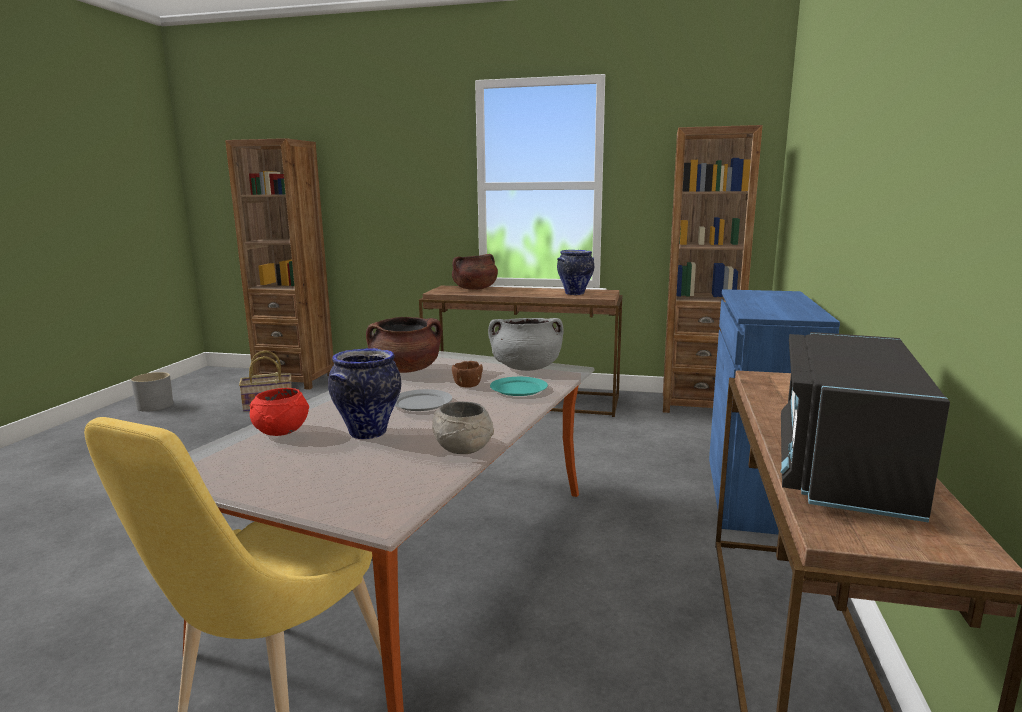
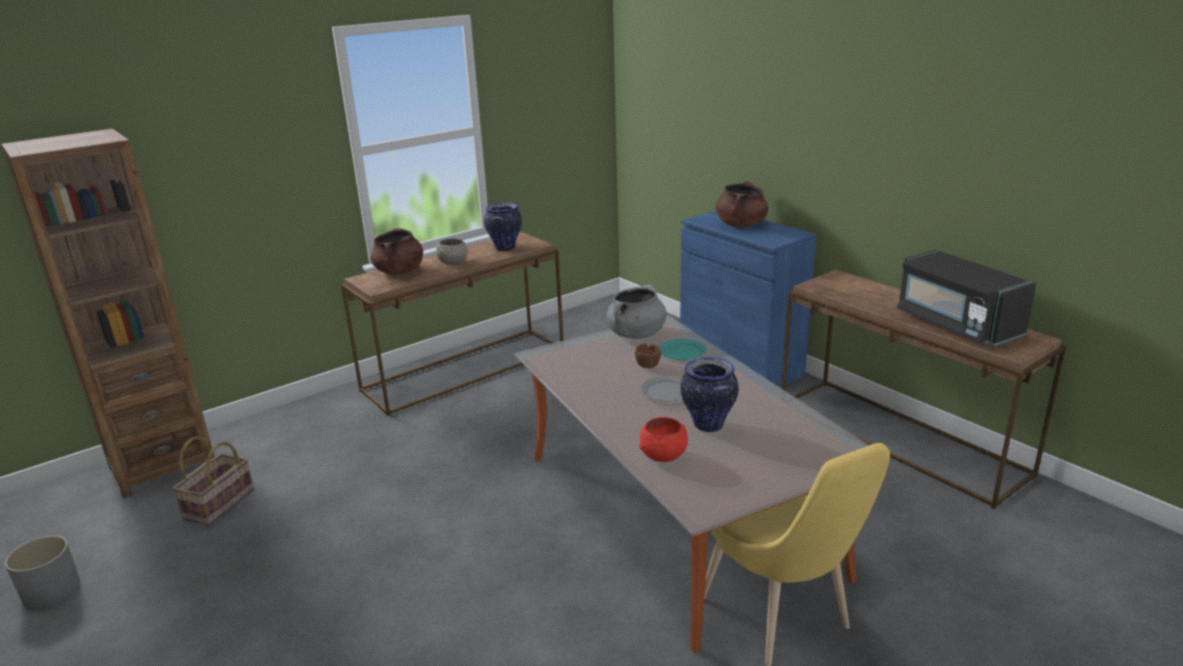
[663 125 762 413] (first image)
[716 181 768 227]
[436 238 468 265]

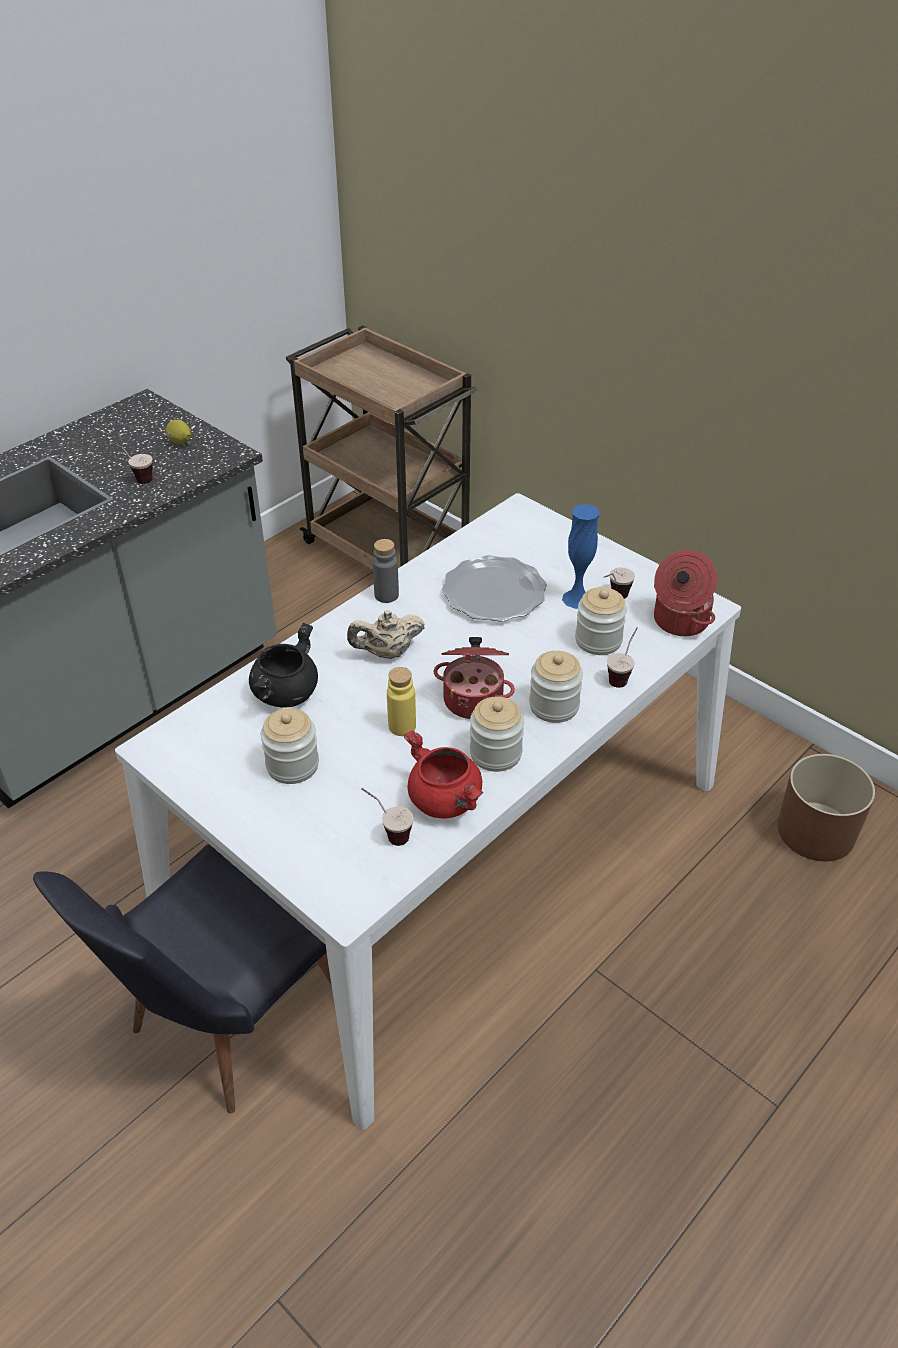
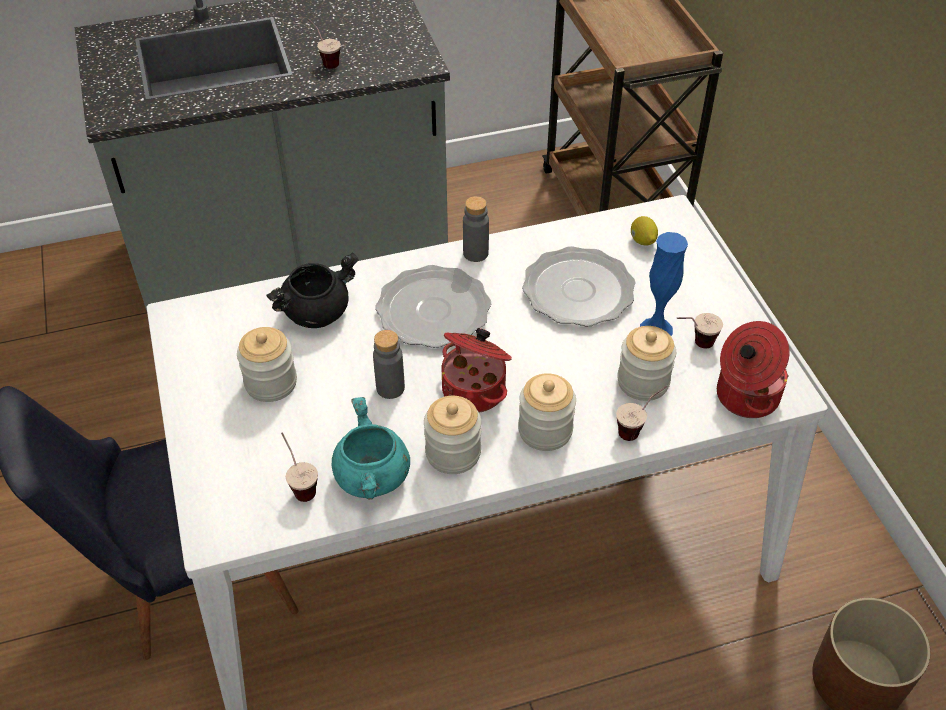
[631 216 658 245]
[375 265 491 348]
[373 330 405 399]
[332 397 410 500]

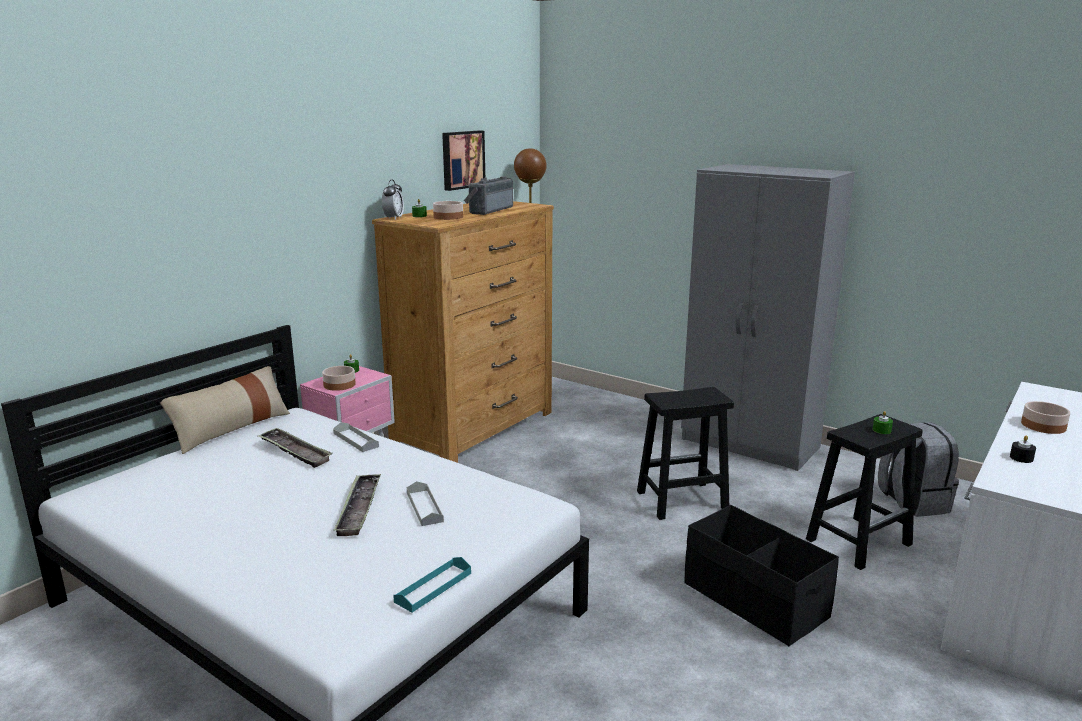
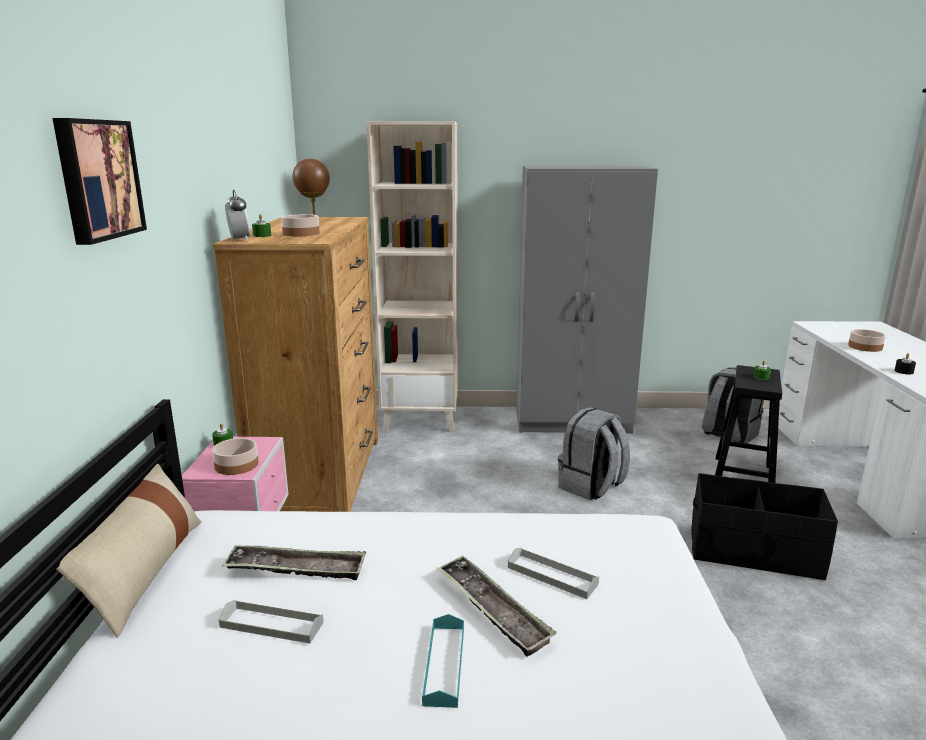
[52 118 147 245]
[464 176 513 215] (first image)
[558 407 630 500]
[219 600 324 644]
[422 614 464 708]
[366 121 458 432]

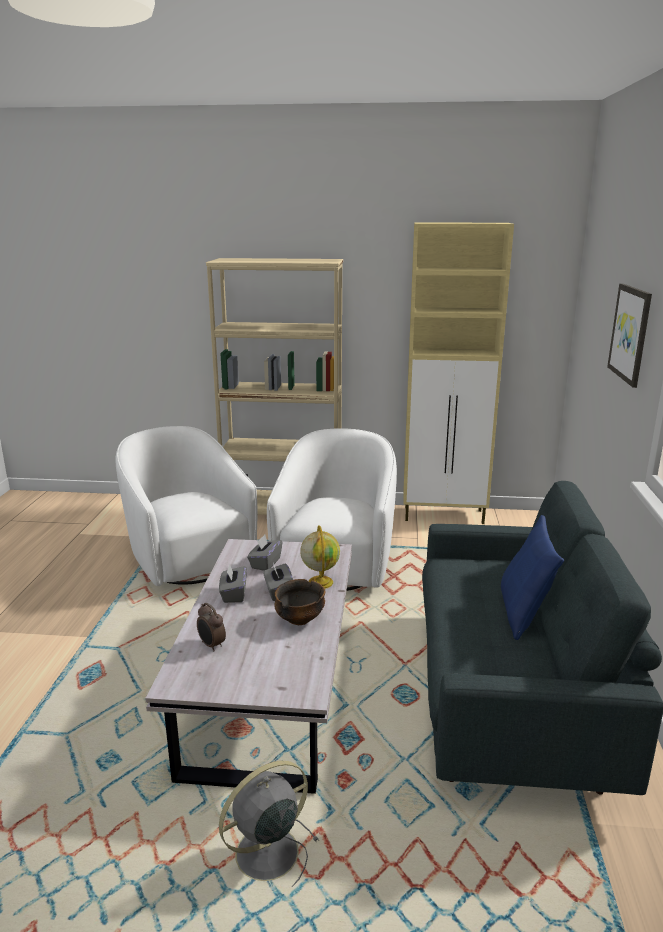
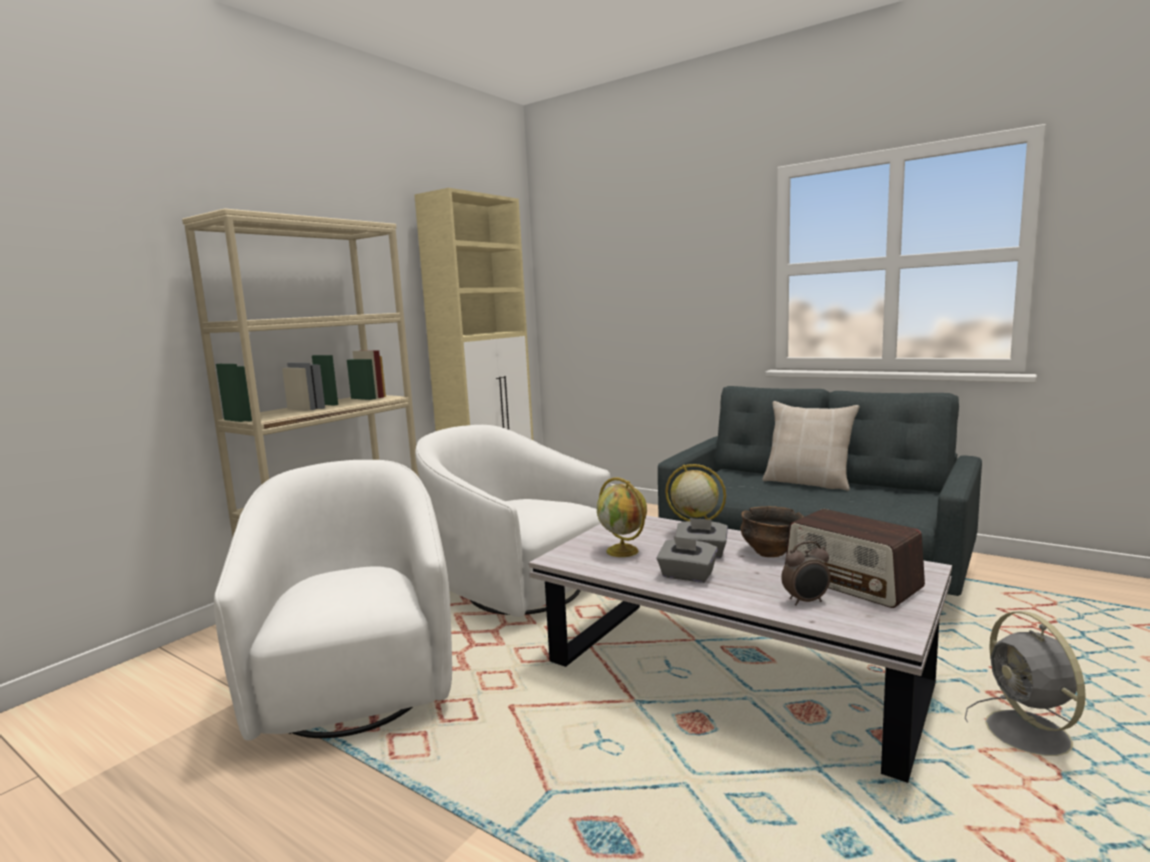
[607 283 652 388] (first image)
[214 460 452 741]
[762 401 859 491]
[597 477 647 557]
[785 509 925 608]

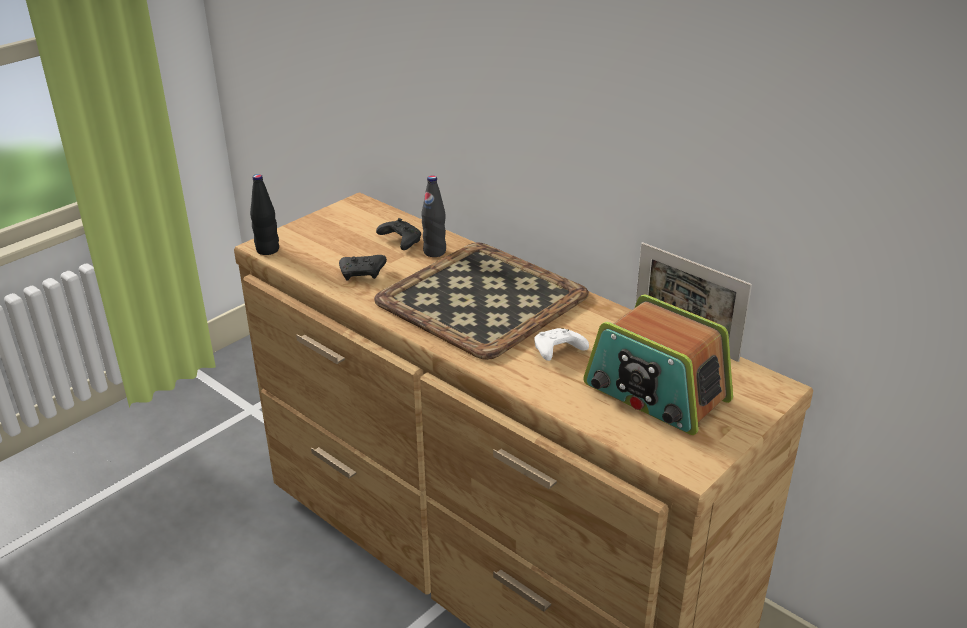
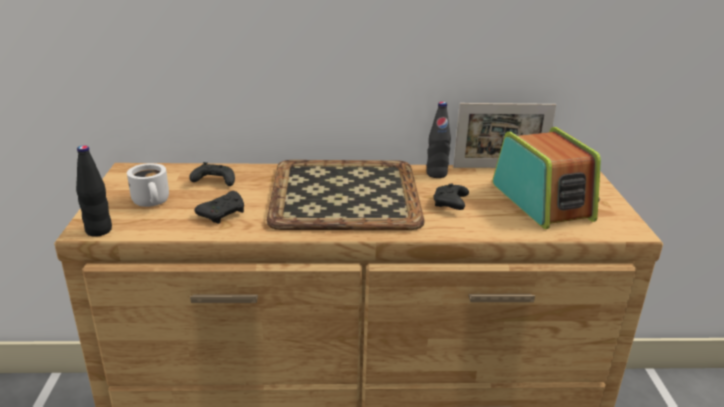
[426 102 451 178]
[493 127 601 229]
[433 183 469 210]
[127 163 169 207]

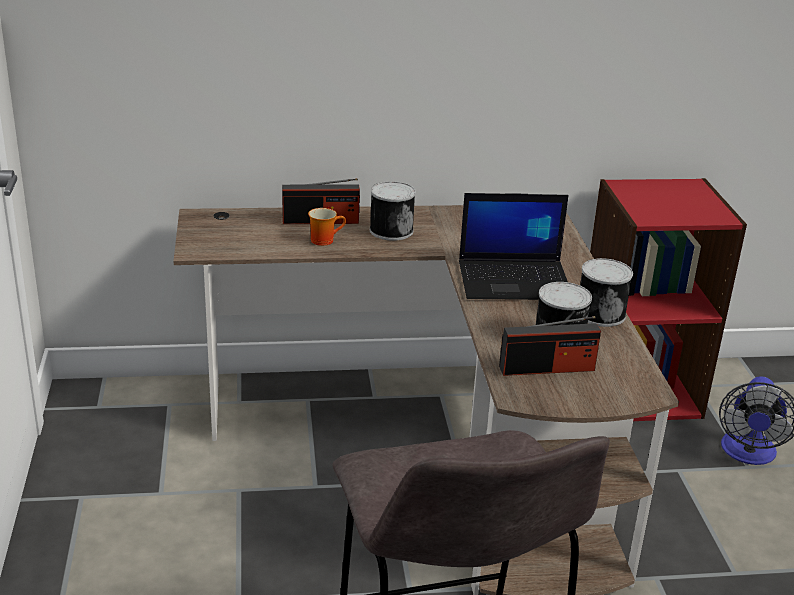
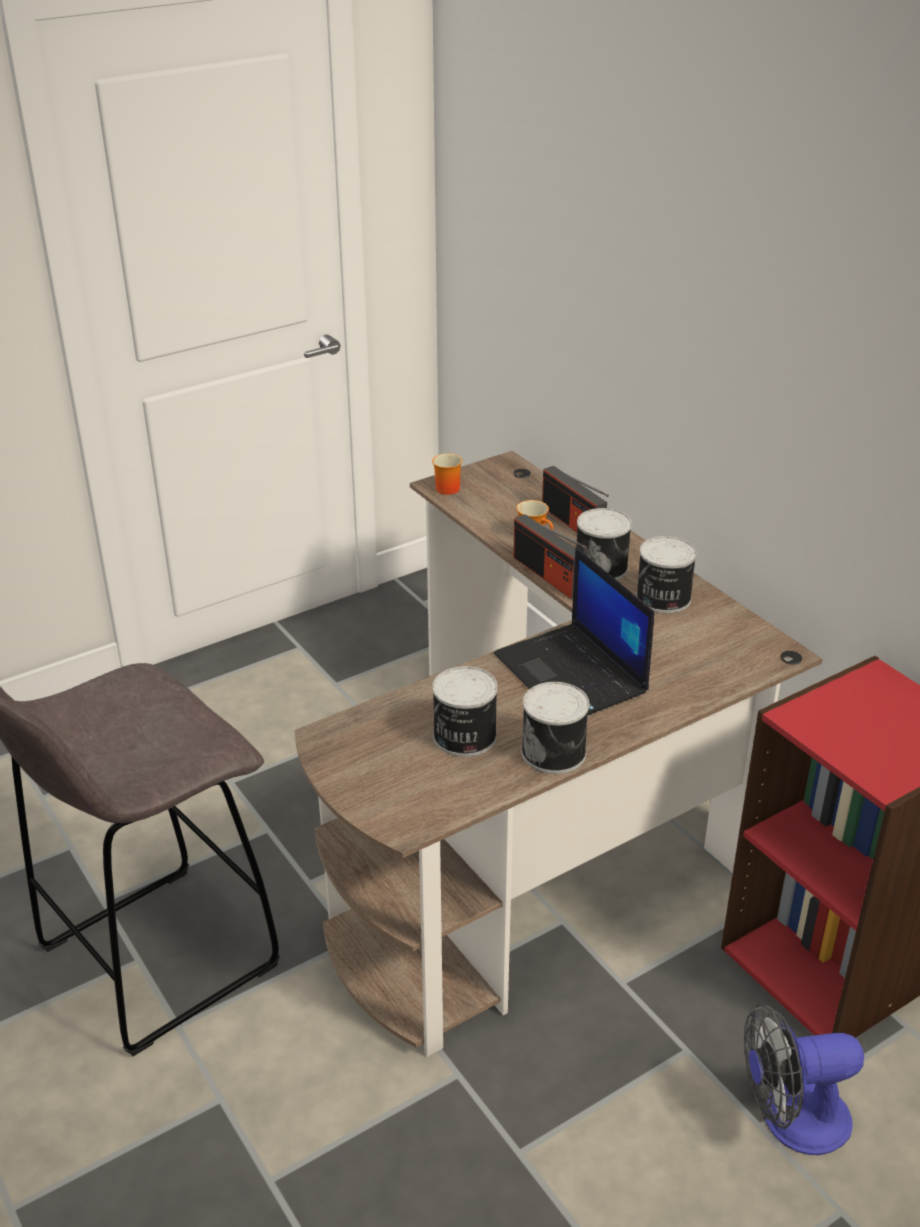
[513 514 586 599]
[432 453 463 495]
[636 536 697 613]

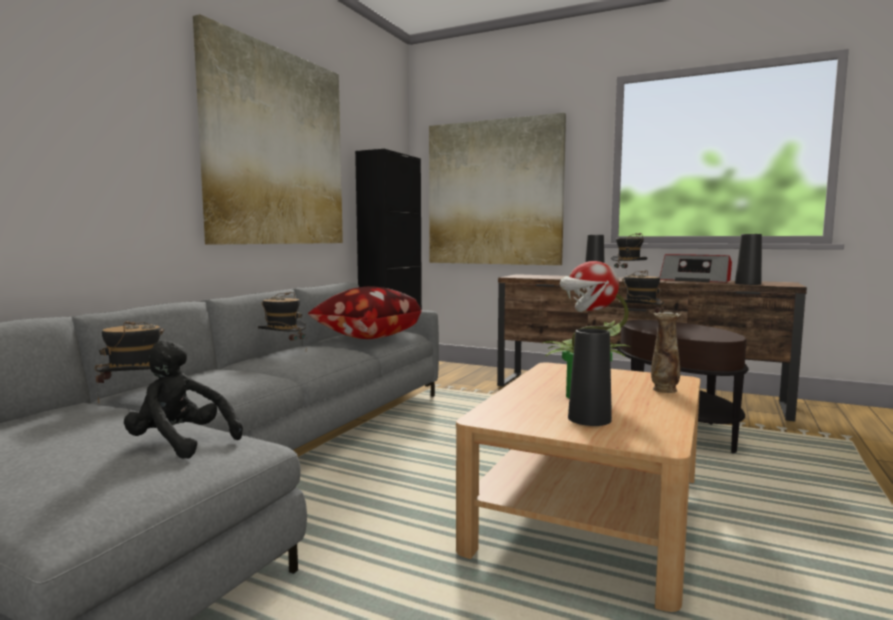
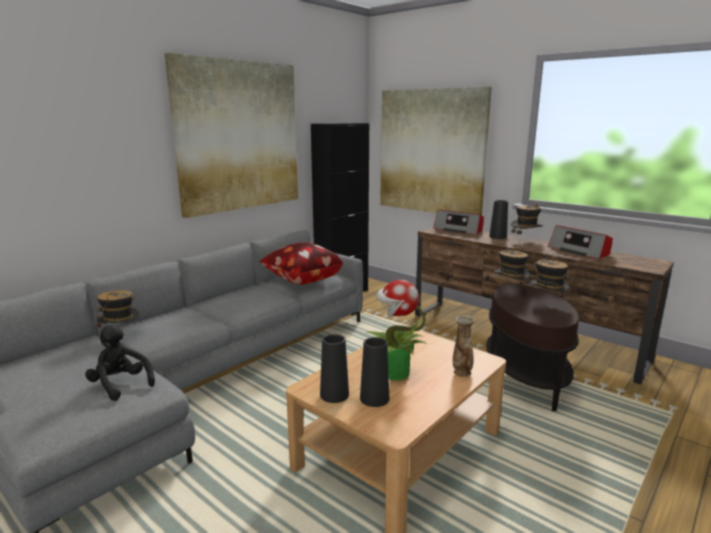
[320 334 349 403]
[530 256 570 306]
[433 209 484 235]

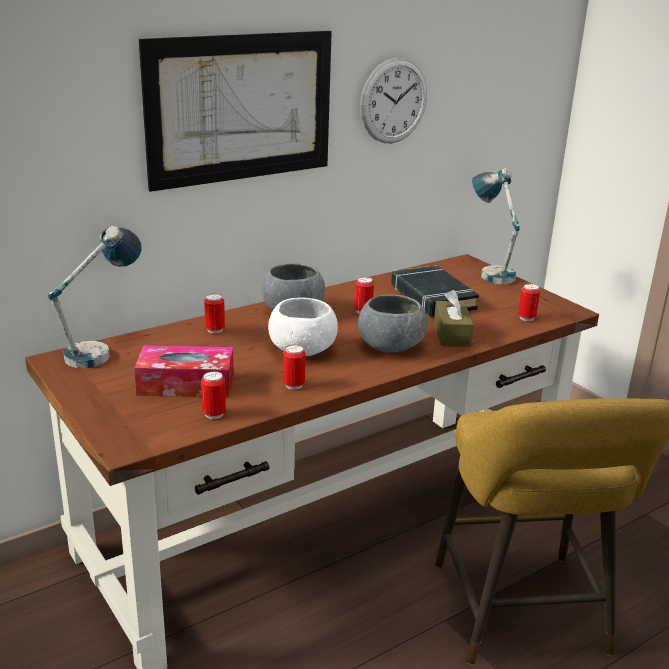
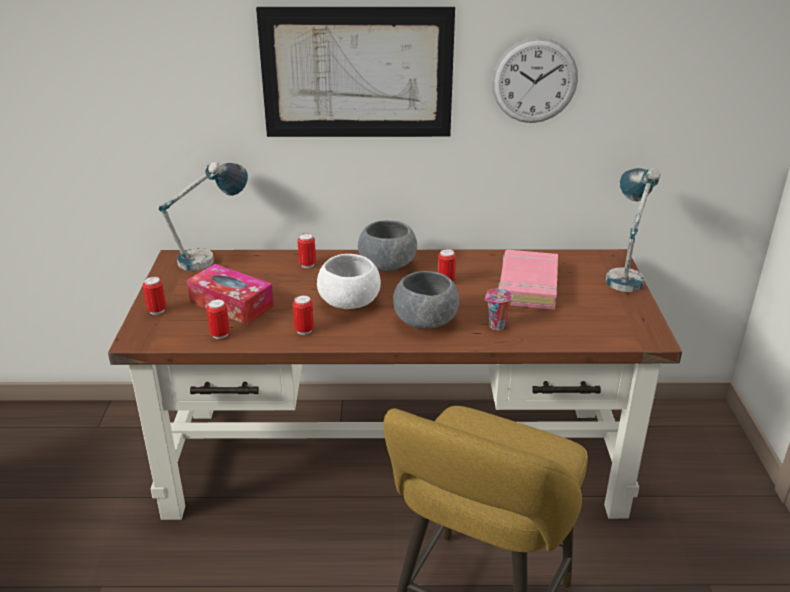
[498 250 558 310]
[143 276 166 315]
[485 289 513 330]

